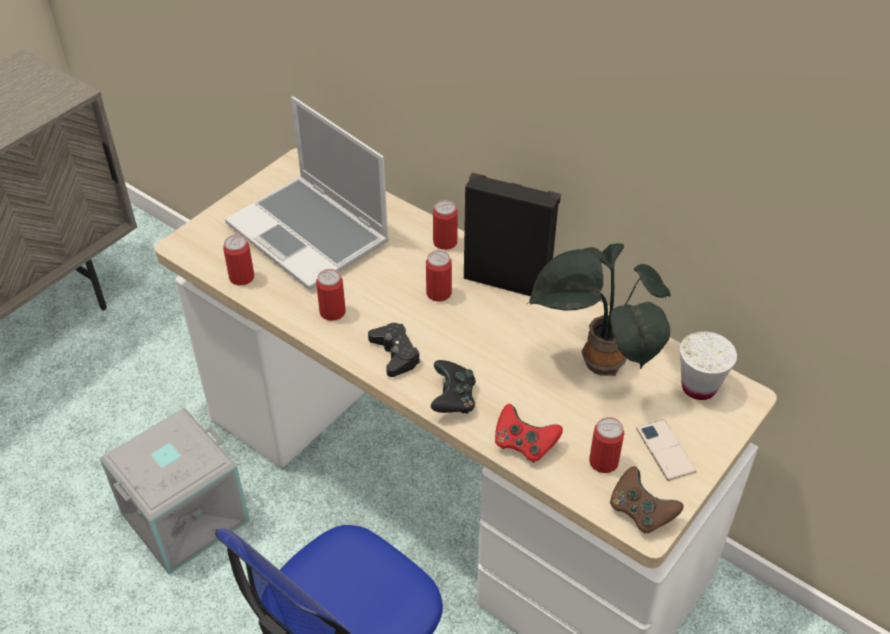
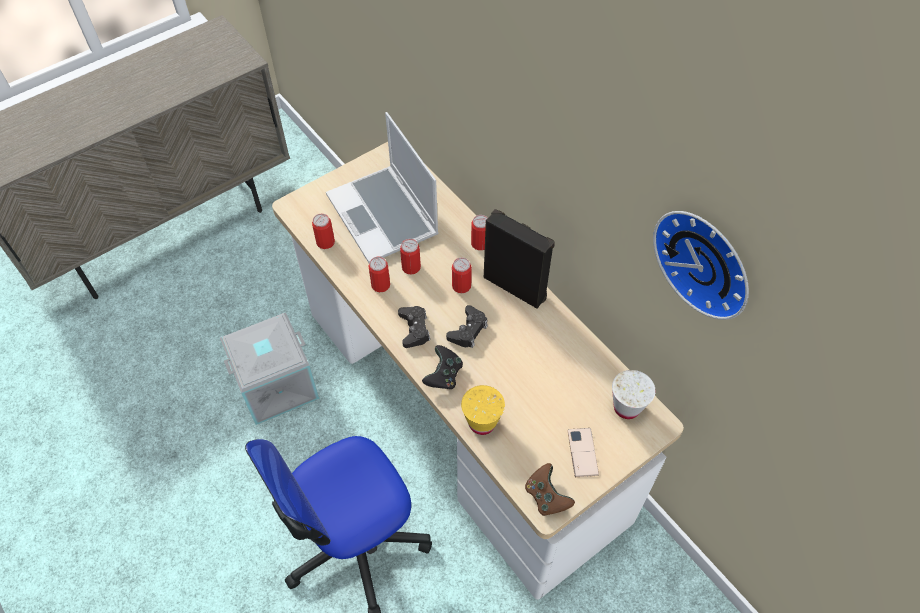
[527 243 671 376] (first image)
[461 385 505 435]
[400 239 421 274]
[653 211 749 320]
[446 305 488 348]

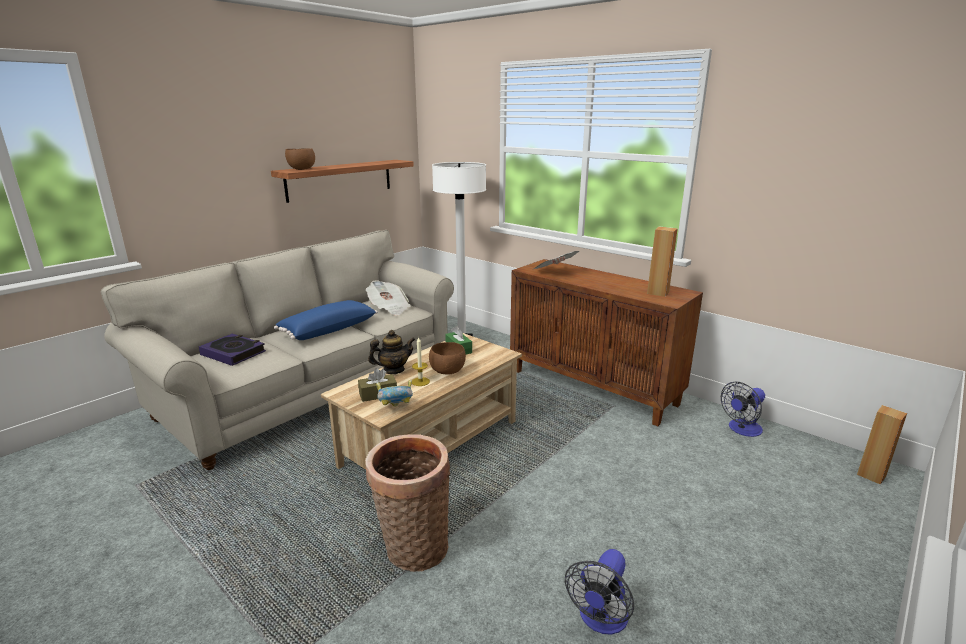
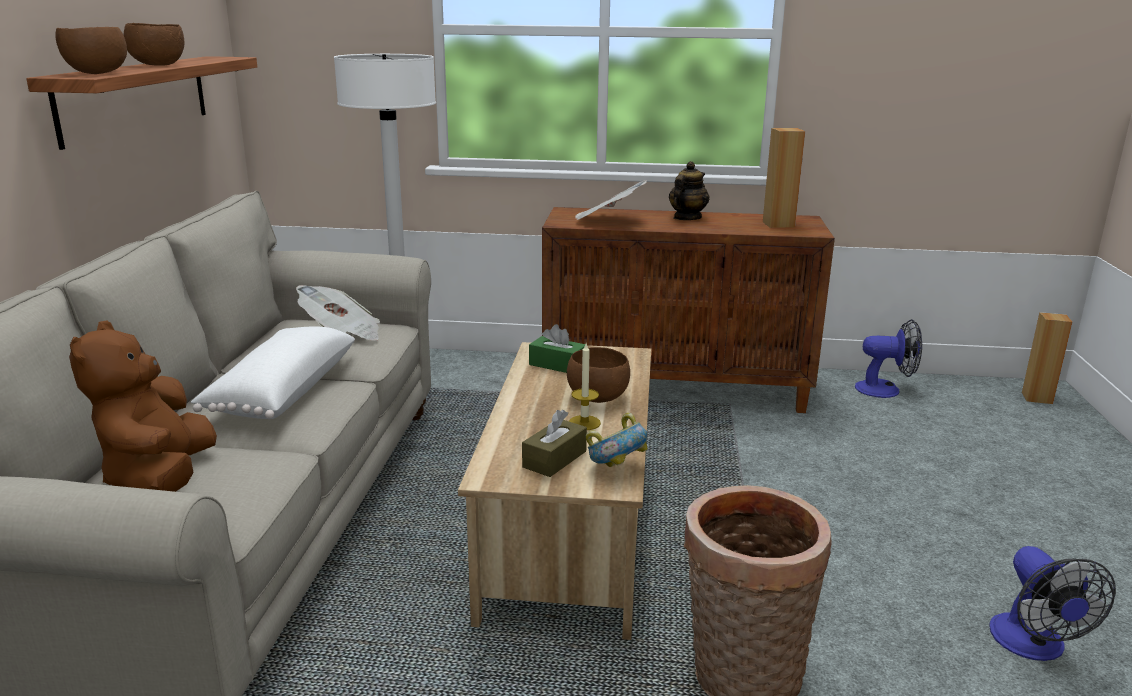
[191 327 355 419]
[669 161 710 220]
[69 320 217 492]
[855 319 922 398]
[124 23 184 66]

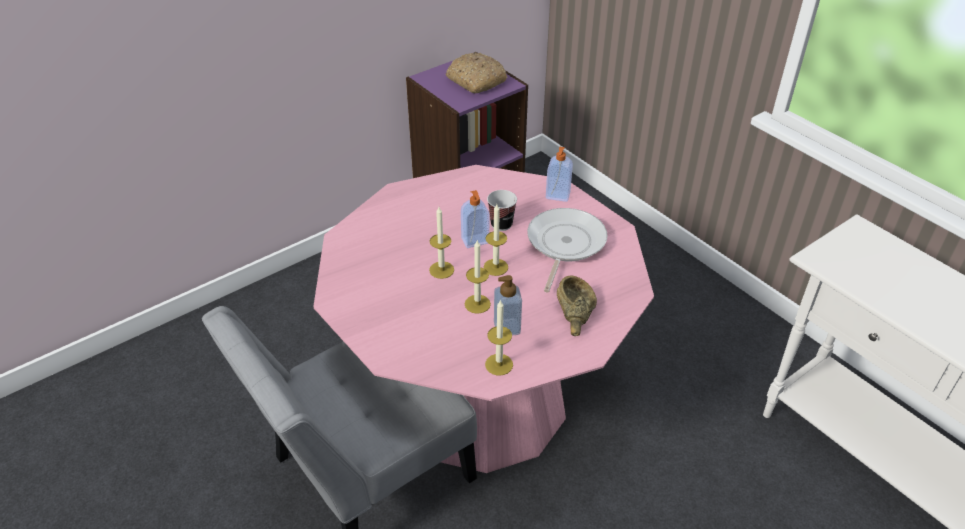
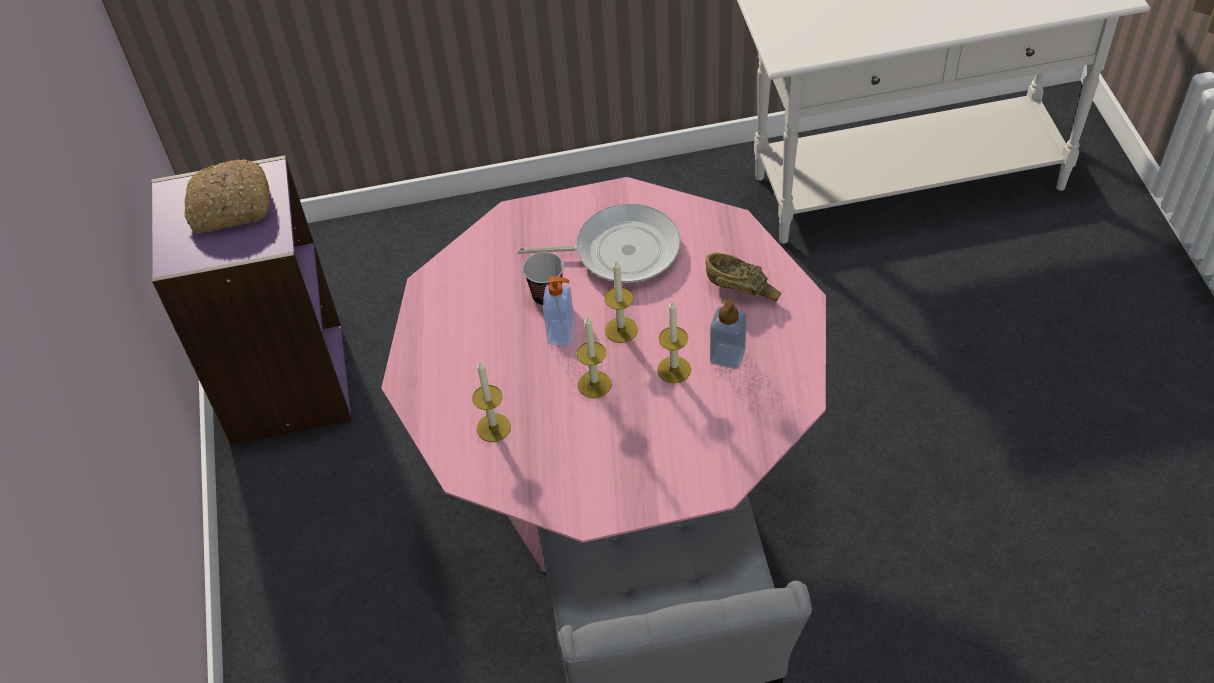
[546 147 573 202] (first image)
[518 204 681 283]
[472 360 511 442]

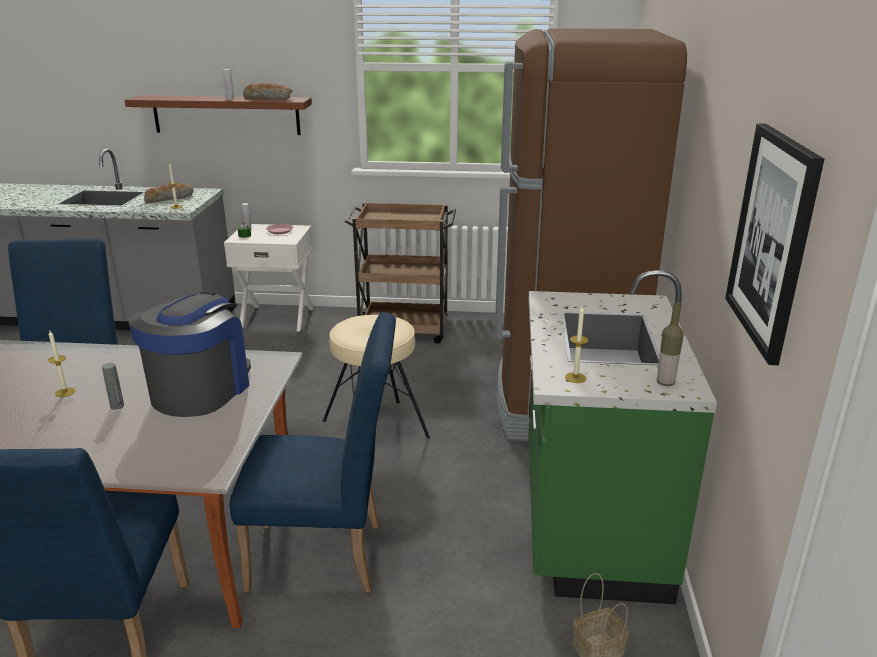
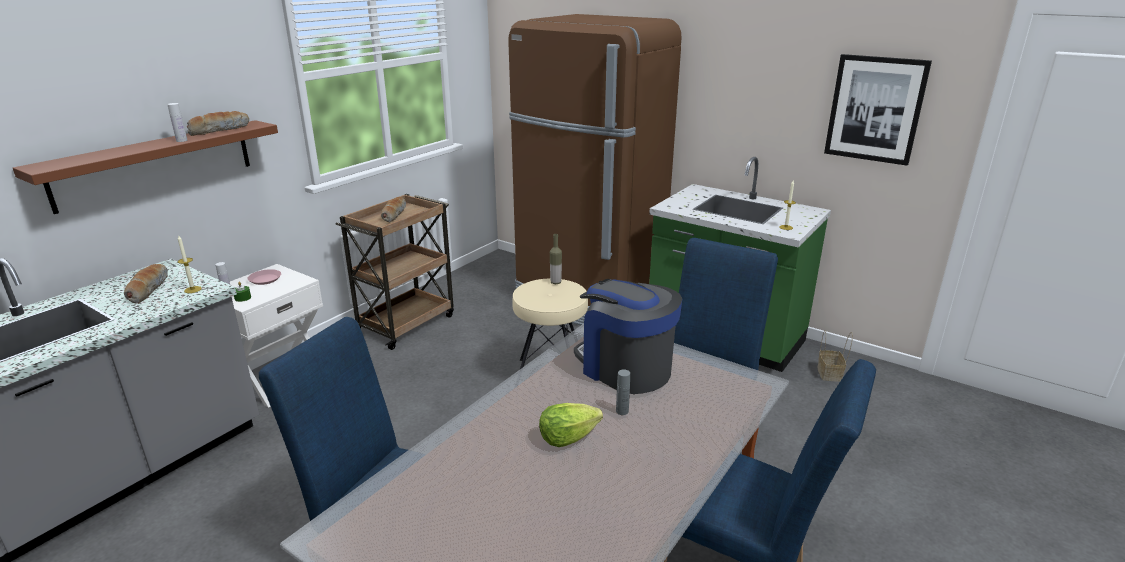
[550 234 562 284]
[539 403 603 447]
[381 197 406 222]

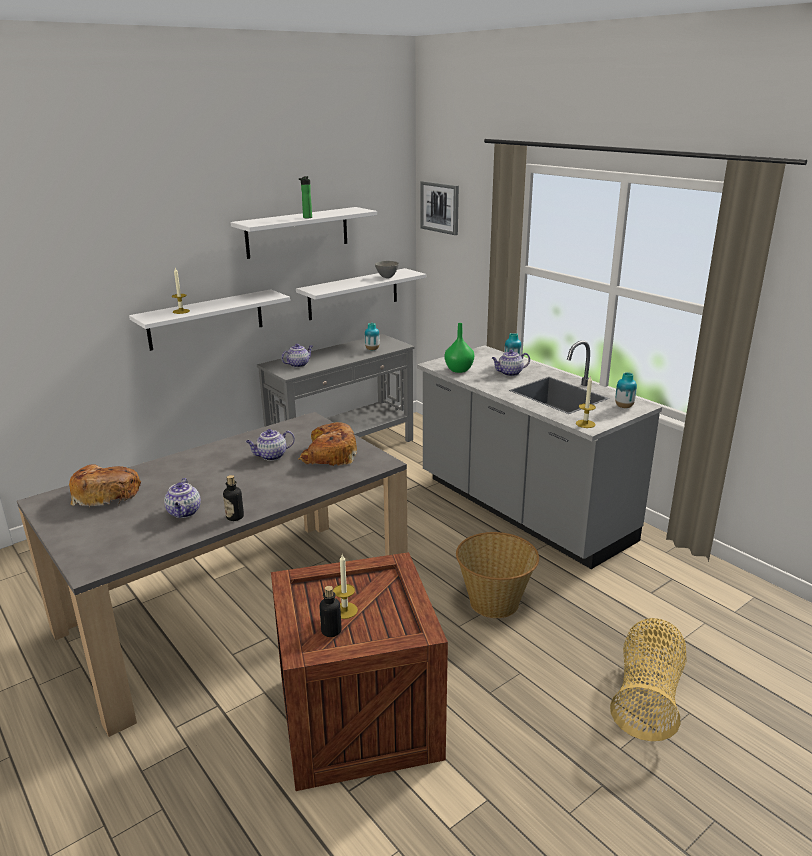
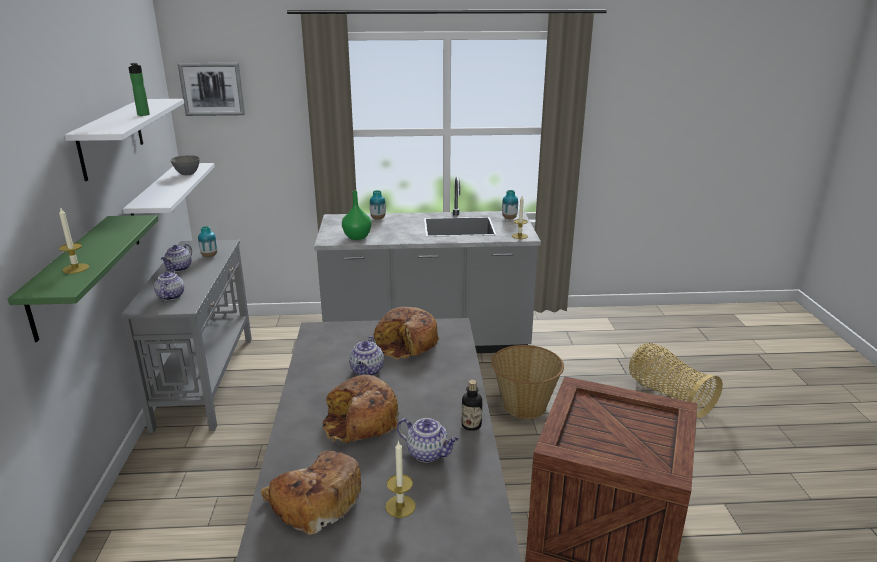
[8 215 158 342]
[161 244 192 271]
[385 440 416 518]
[320 586 342 637] (first image)
[322 375 399 444]

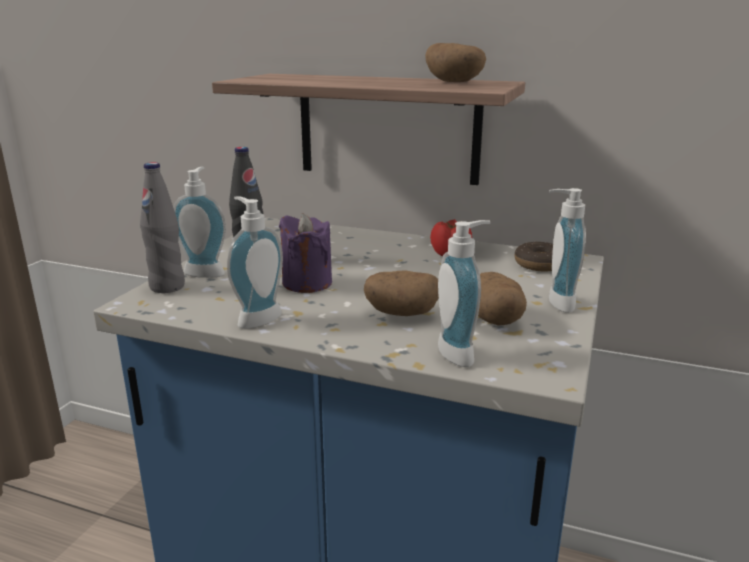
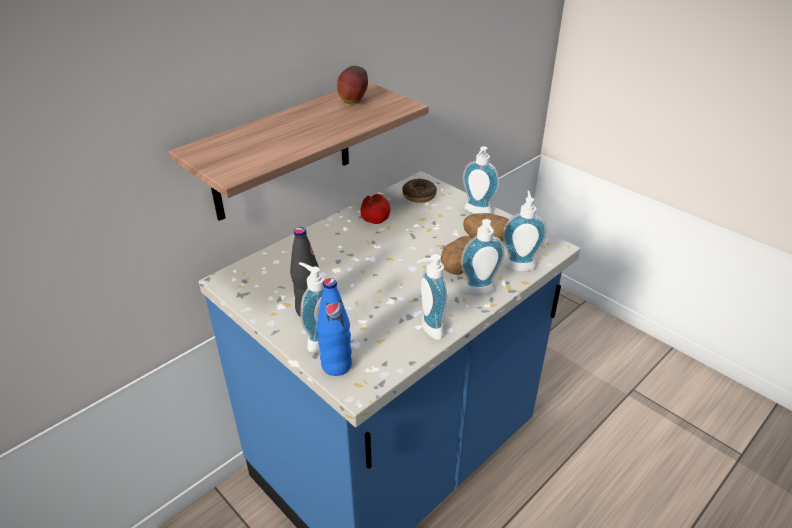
[337 66 368 104]
[317 278 352 376]
[279 213 332 293] (first image)
[461 219 505 296]

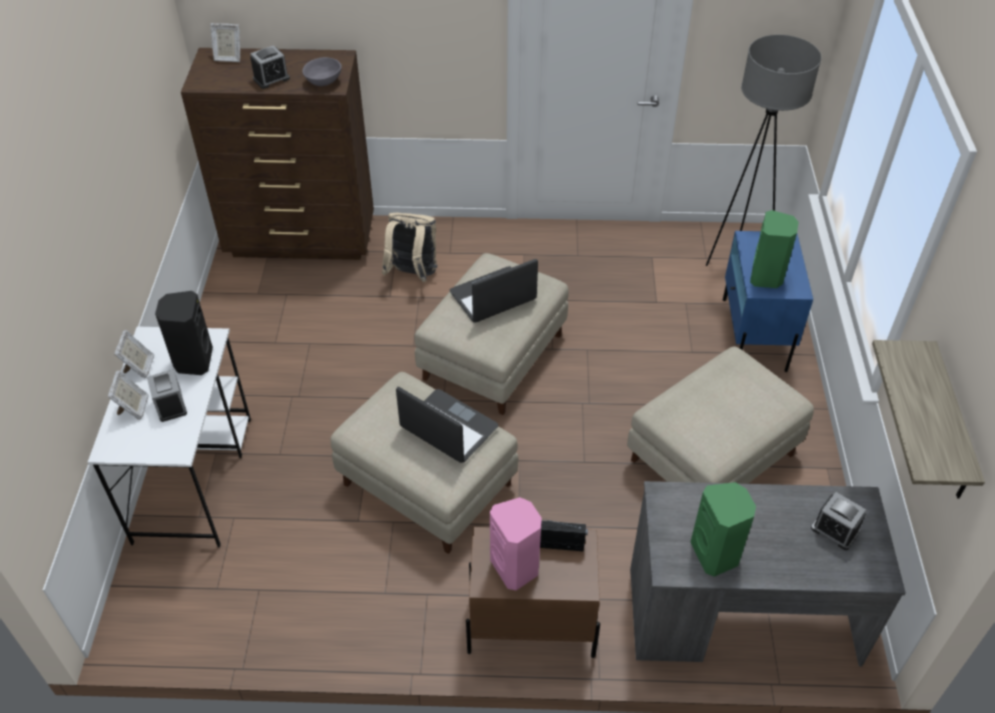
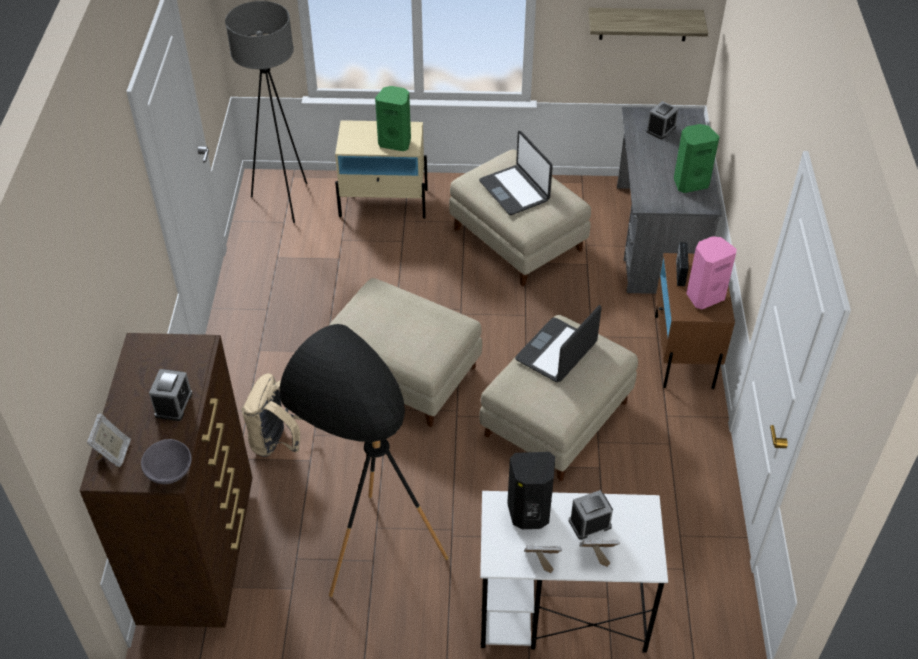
[149 369 193 421]
[141 439 191 484]
[335 120 428 219]
[479 131 553 215]
[279 324 449 597]

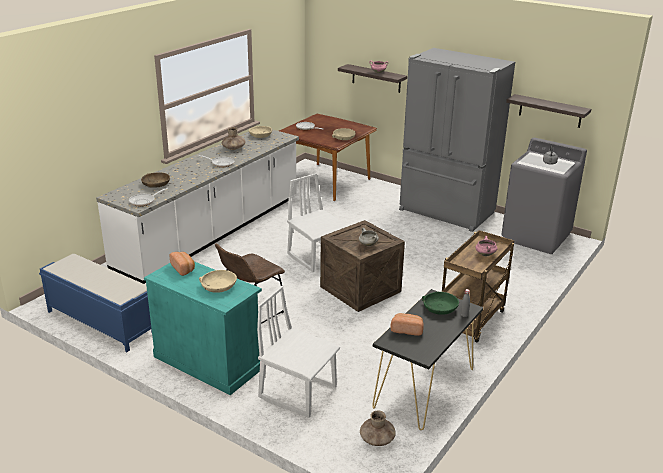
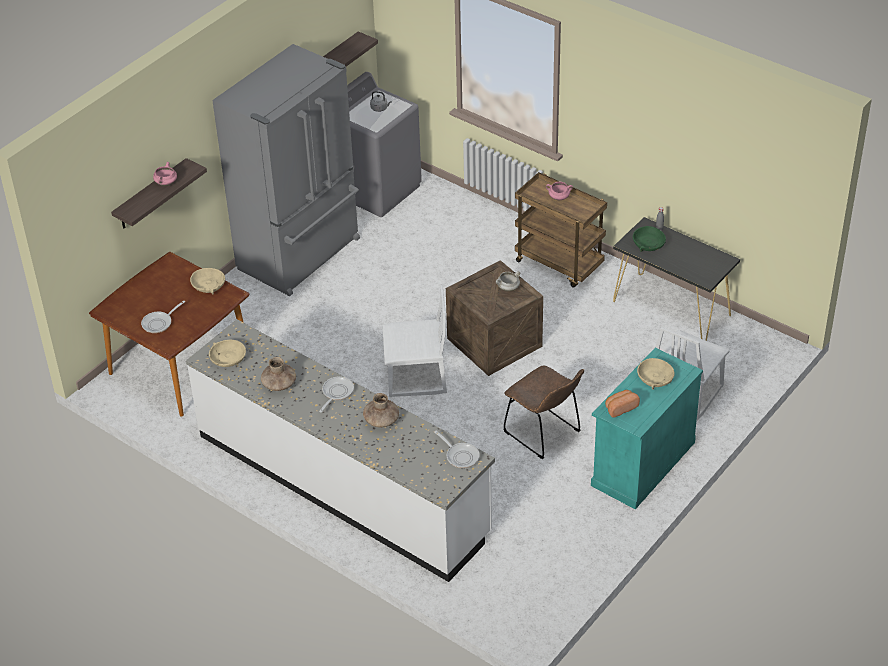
[141 172 170 188] (first image)
[382 285 447 397]
[39 254 152 352] (first image)
[390 313 424 336] (first image)
[363 393 399 428]

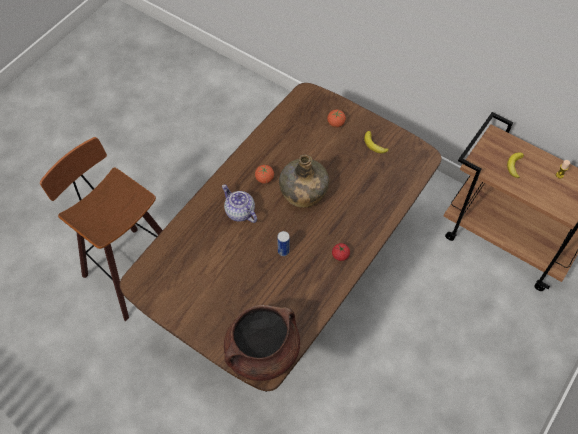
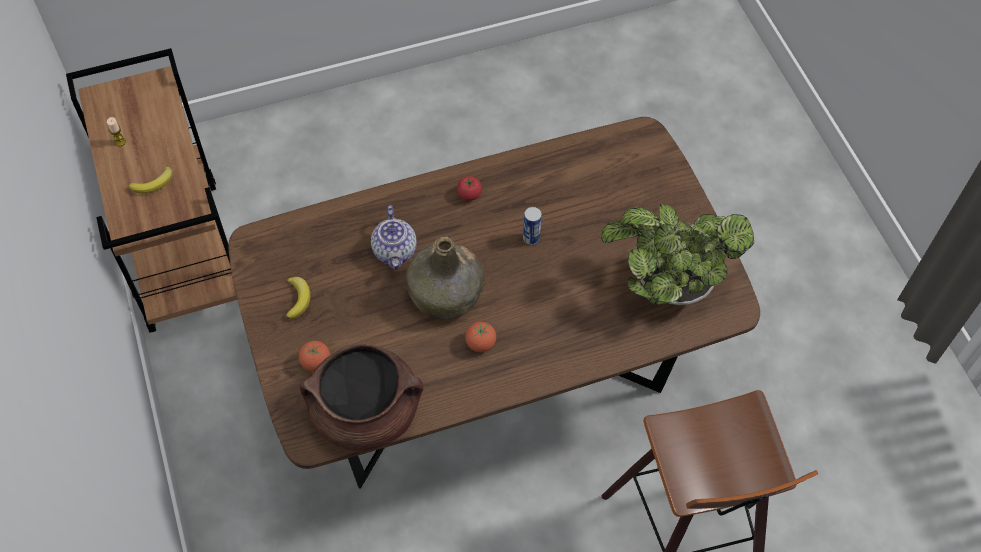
[371 205 417 270]
[300 344 423 451]
[601 204 754 305]

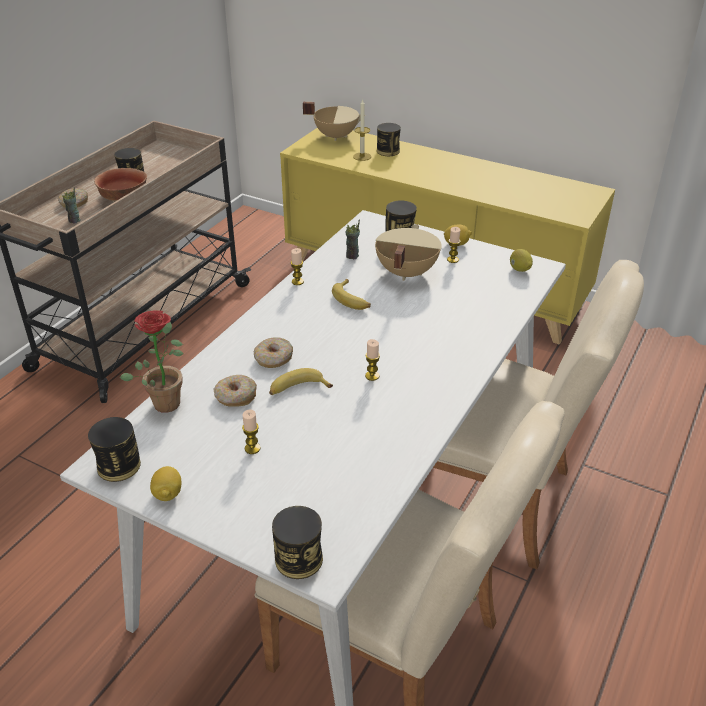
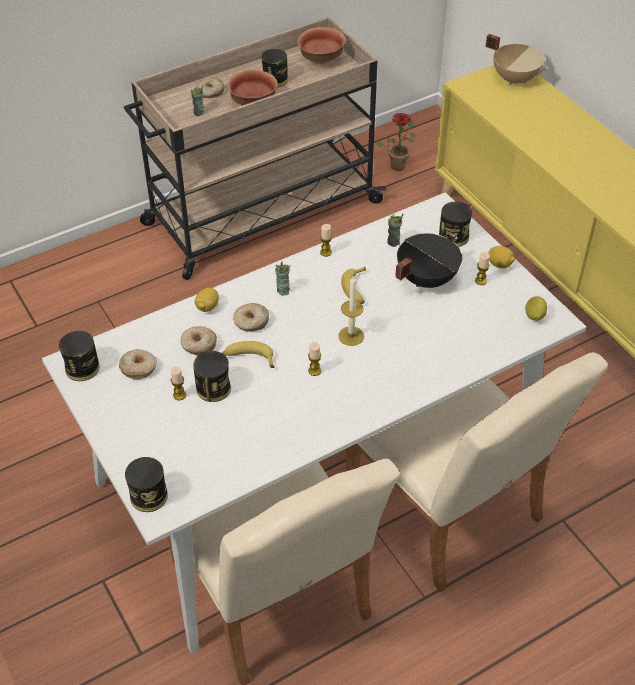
[338 276 364 346]
[193 351 231 402]
[395 233 462 288]
[377 113 416 171]
[195 288 219 312]
[297 27 345 64]
[275 262 291 296]
[119 349 157 379]

